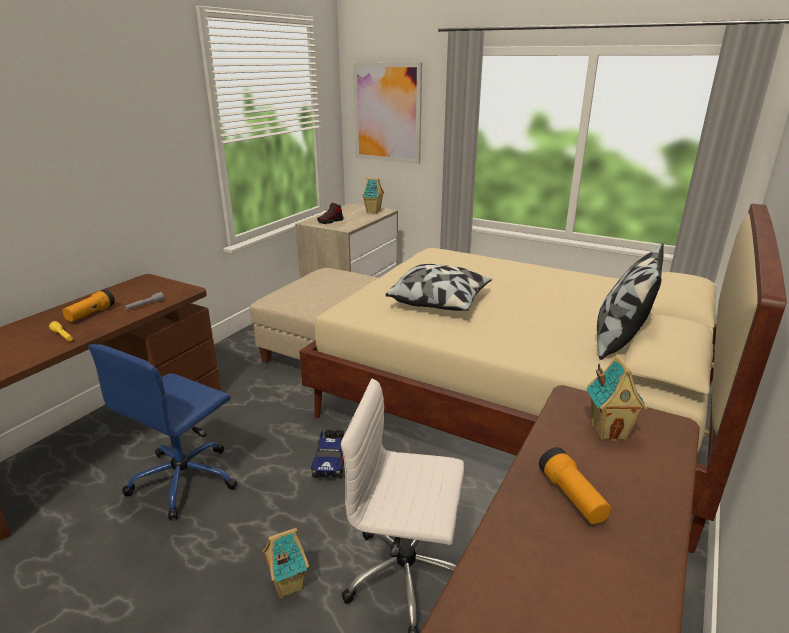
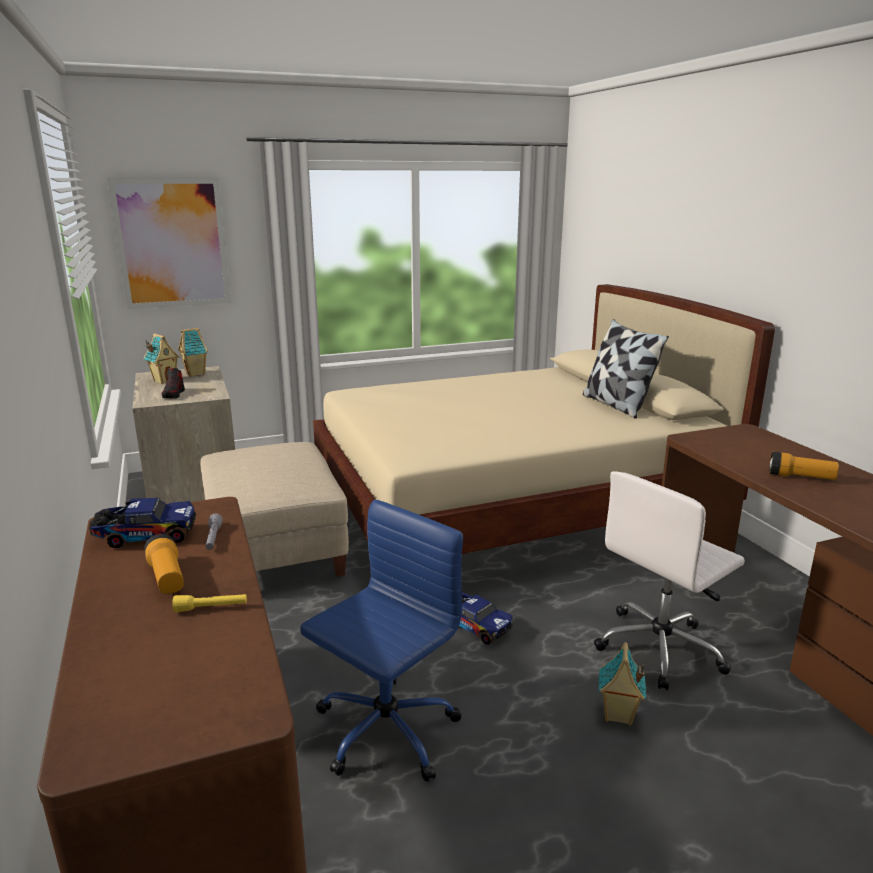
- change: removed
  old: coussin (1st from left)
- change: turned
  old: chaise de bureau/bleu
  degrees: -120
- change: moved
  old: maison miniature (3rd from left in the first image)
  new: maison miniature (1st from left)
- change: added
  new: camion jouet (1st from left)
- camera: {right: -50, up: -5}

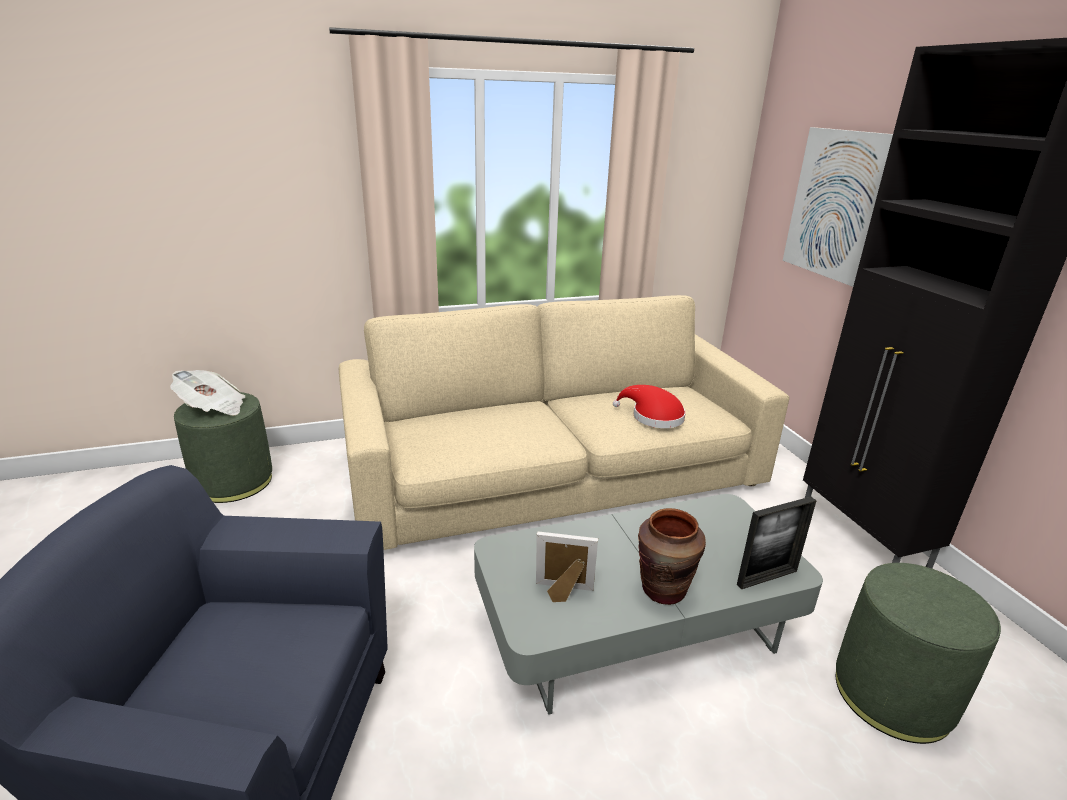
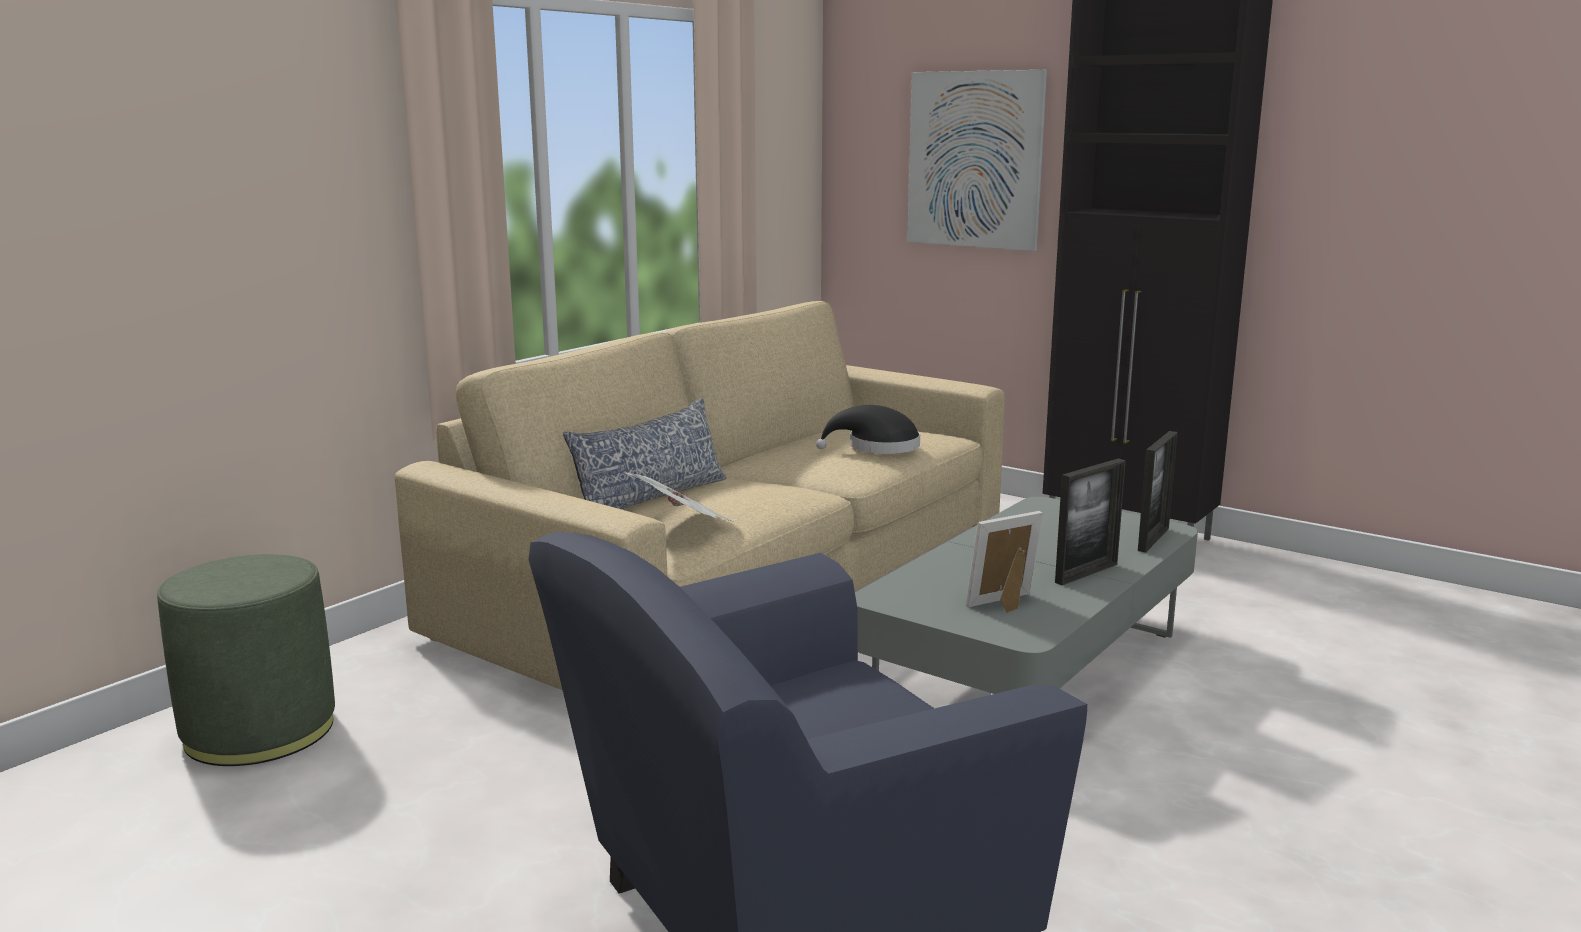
- change: moved
  old: journal
- change: recoloured
  old: chapeau/rouge
  new: chapeau/noir
- change: replaced
  old: vase/marron
  new: cadre photo (2nd from left)
- change: removed
  old: pouf/vert (2nd from left)
- change: added
  new: coussin
- camera: {right: -35, up: -10}

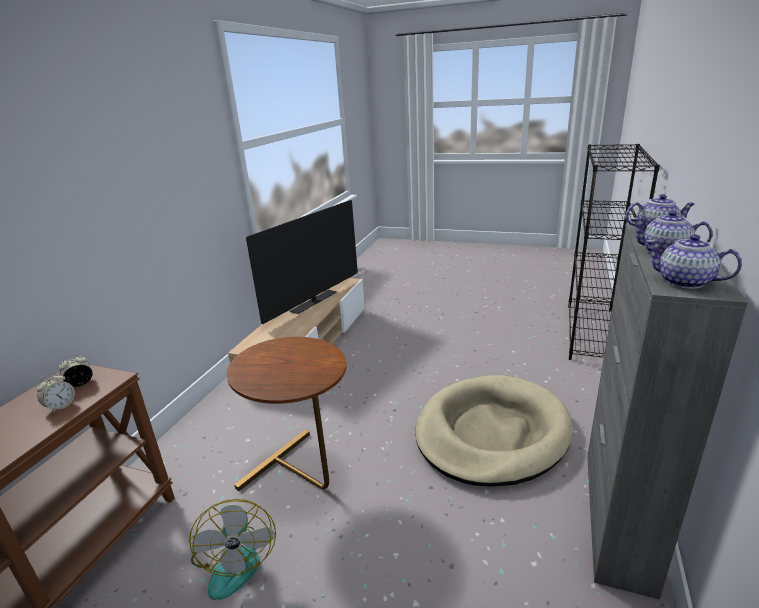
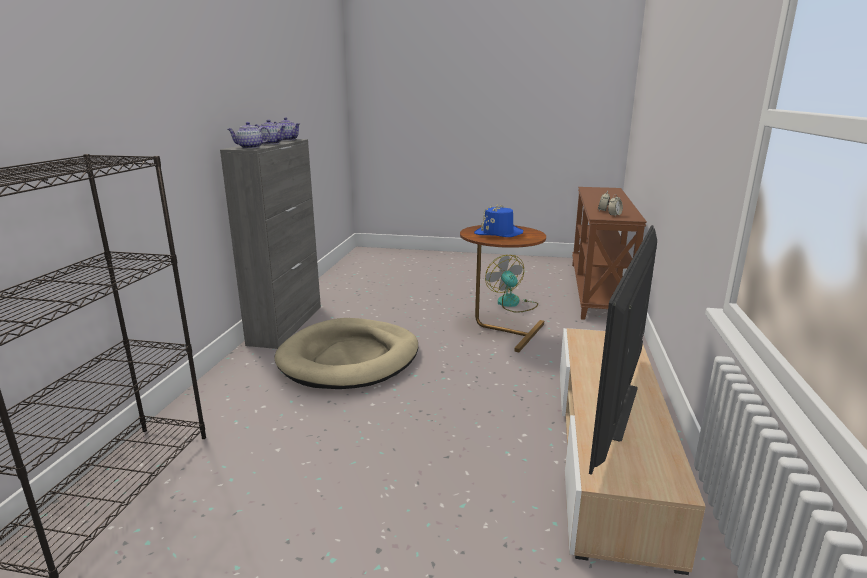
- change: added
  new: chapeau/bleu
- camera: {right: 170, up: -5}

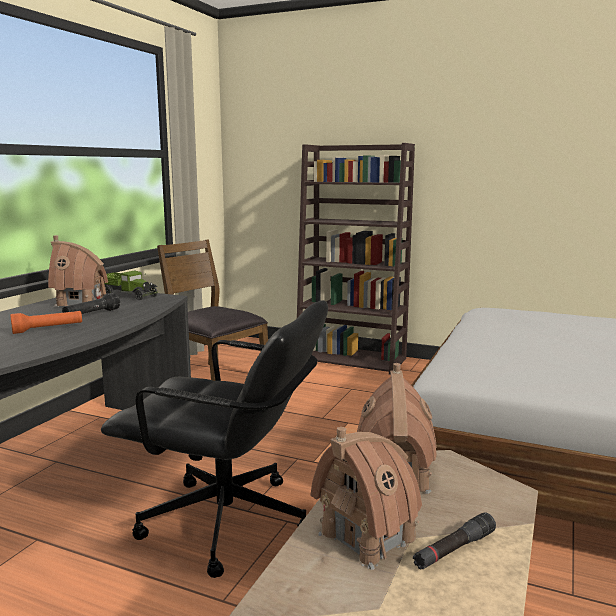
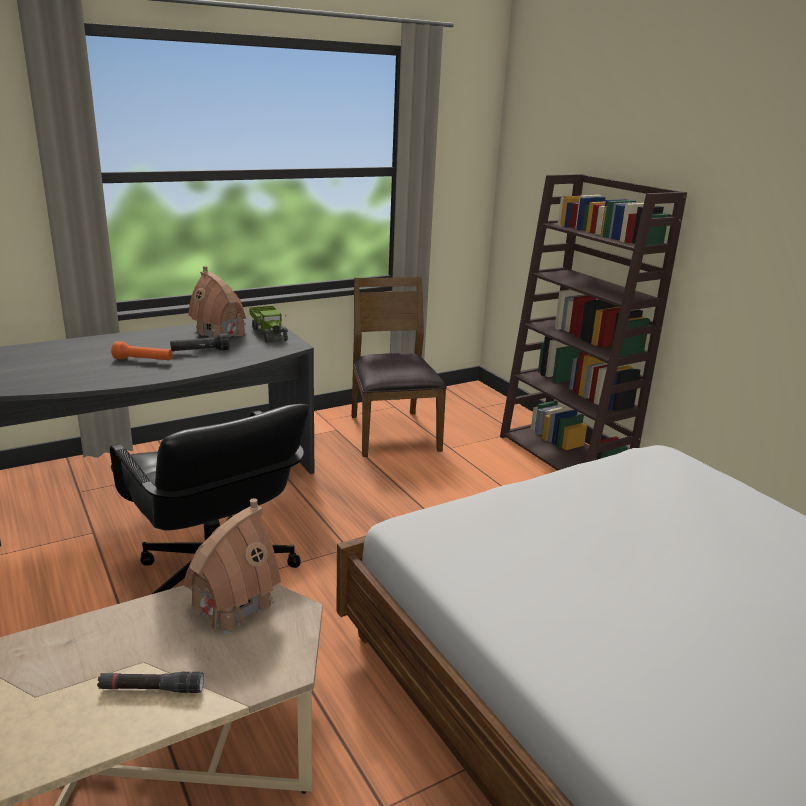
- change: removed
  old: maison miniature (2nd from left)
- camera: {right: 35, up: 10}

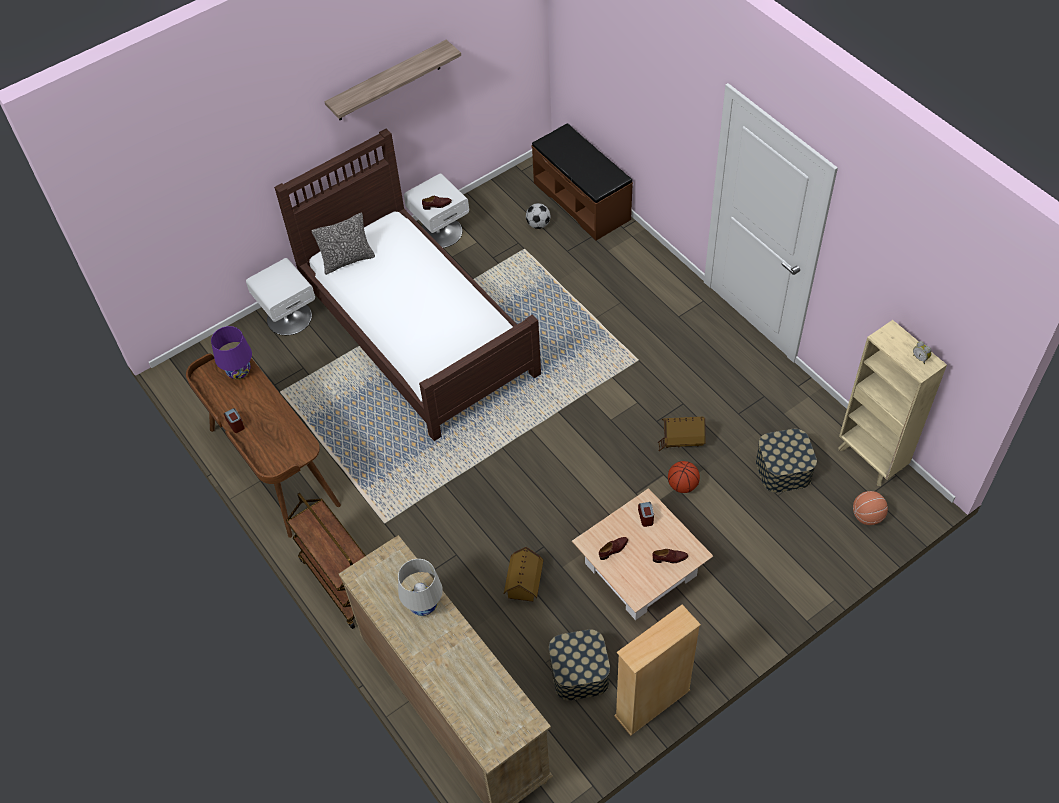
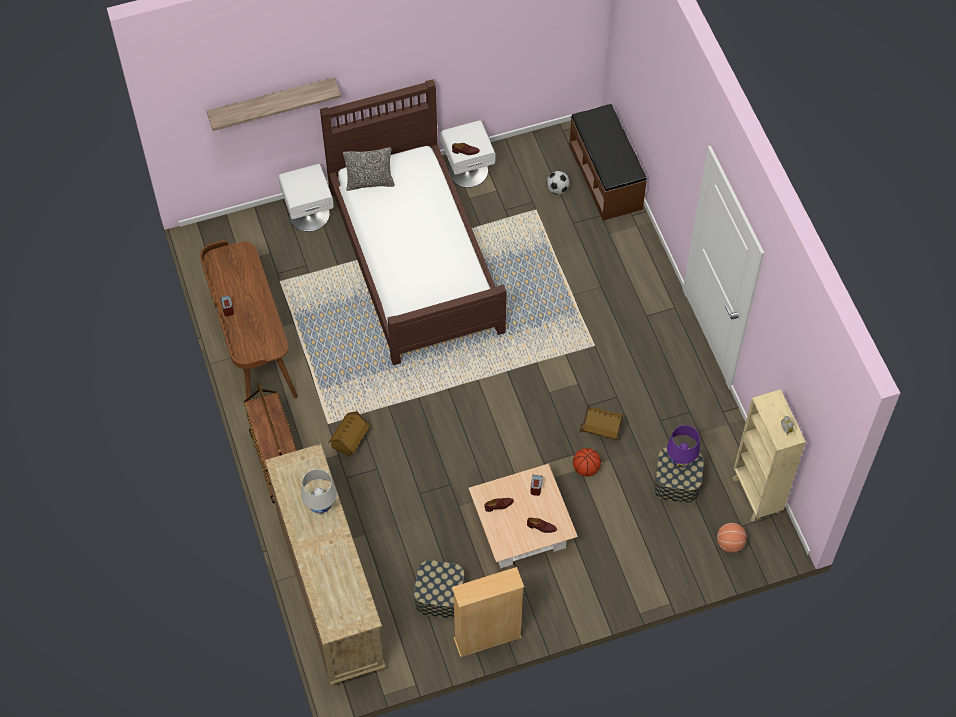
- change: moved
  old: étagère
- change: moved
  old: lampe de table/violet
- change: moved
  old: maison miniature (1st from left)
- camera: {right: 15, up: 5}

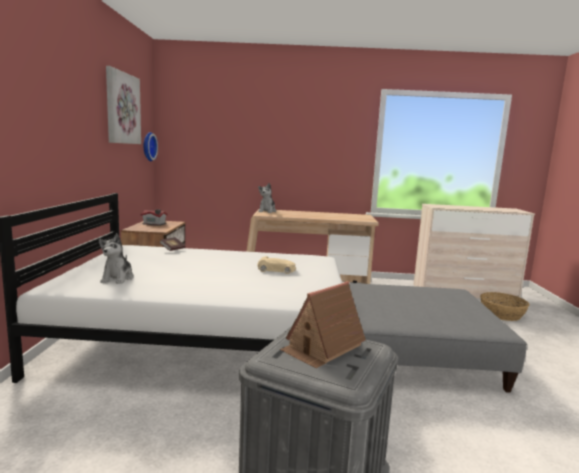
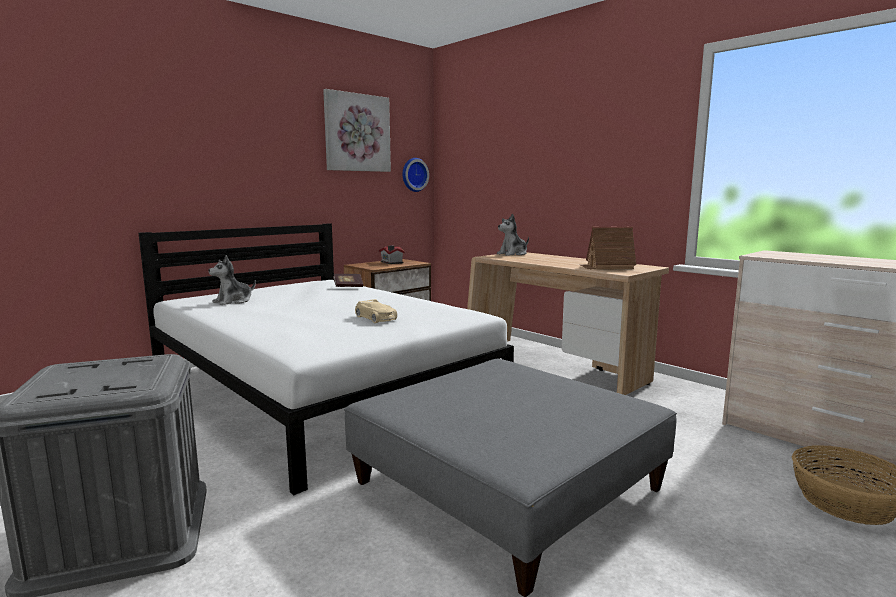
- change: moved
  old: maison miniature (2nd from left)
- camera: {right: 45, up: 0}

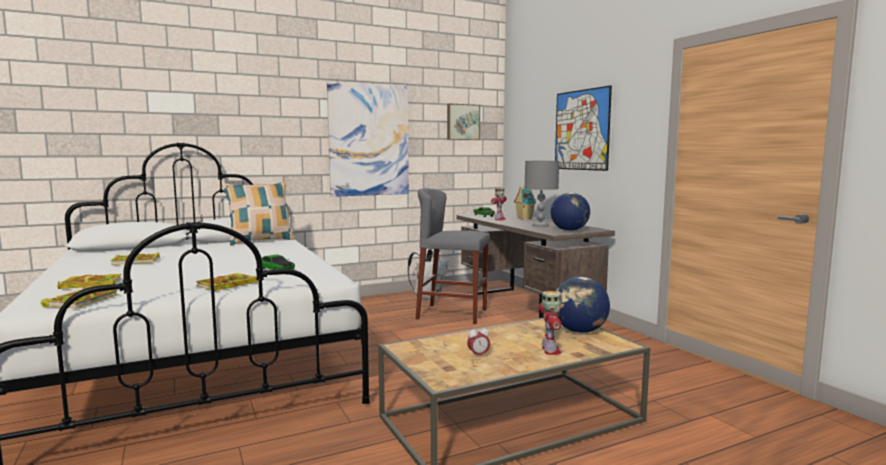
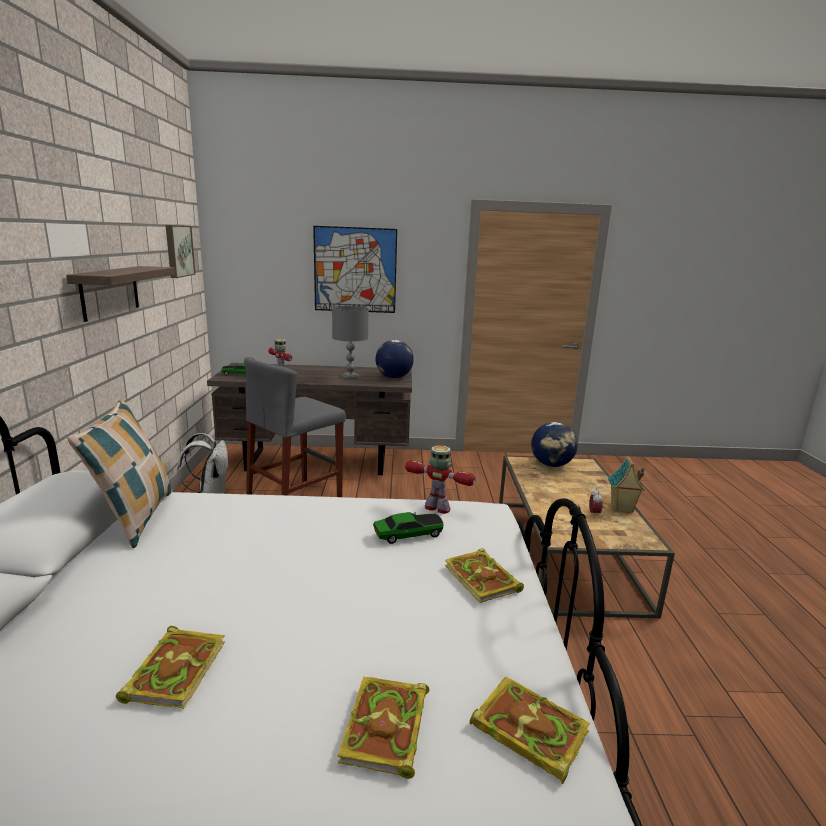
- change: replaced
  old: tableau (1st from left)
  new: étagère
- change: moved
  old: maison miniature
- change: moved
  old: robot jouet (2nd from left)
- camera: {right: -65, up: 10}

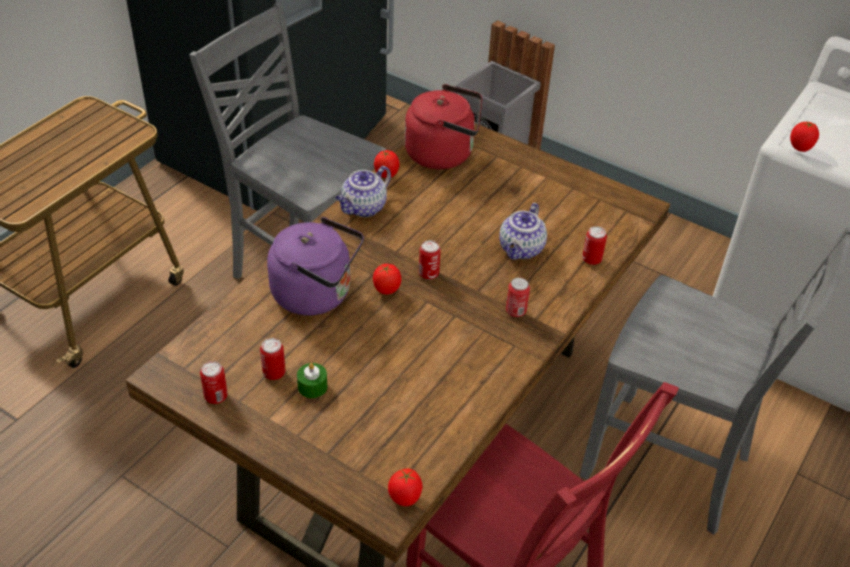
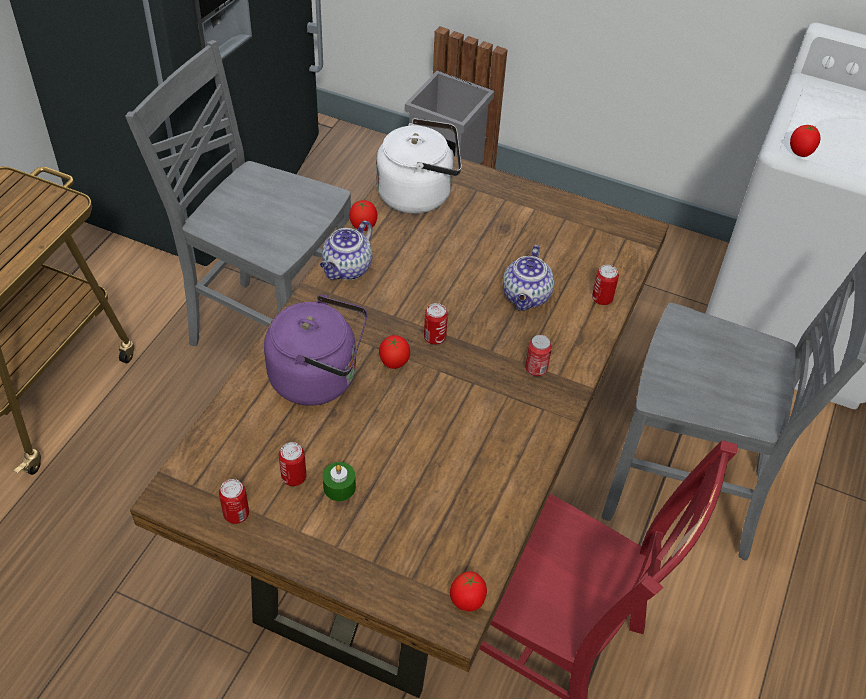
- change: recoloured
  old: bouilloire/rouge
  new: bouilloire/blanc
- camera: {right: -10, up: 5}

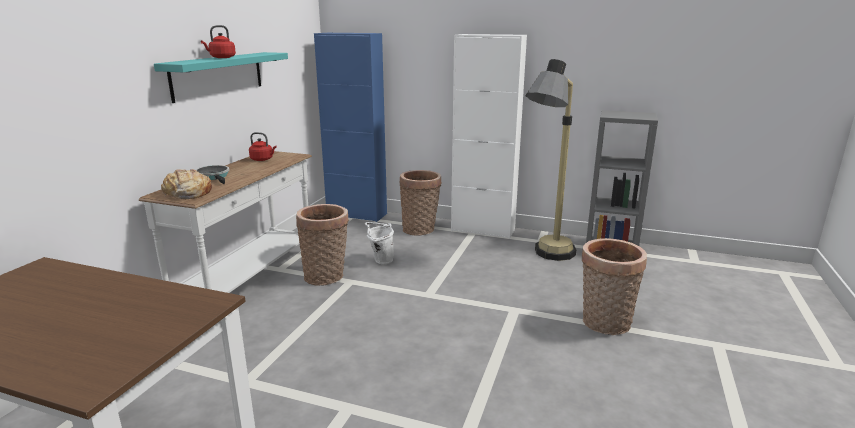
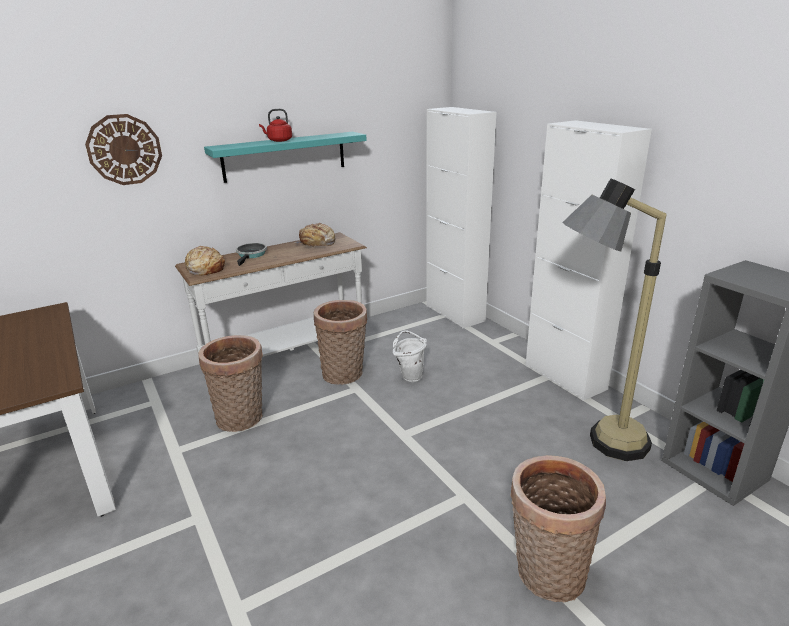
- change: recoloured
  old: meuble de rangement/bleu
  new: meuble de rangement/blanc (1st from left)
- change: replaced
  old: bouilloire/rouge (2nd from left)
  new: pain (2nd from left)
- change: moved
  old: panier (2nd from left in the first image)
  new: panier (1st from left)
- change: added
  new: horloge murale
- camera: {right: 40, up: 5}

